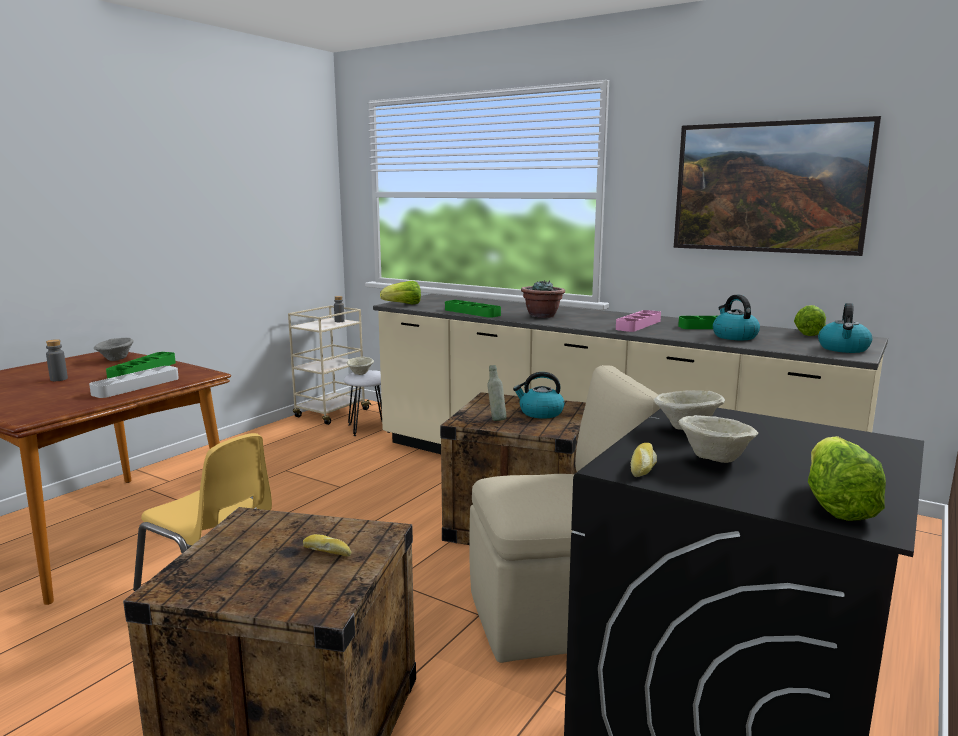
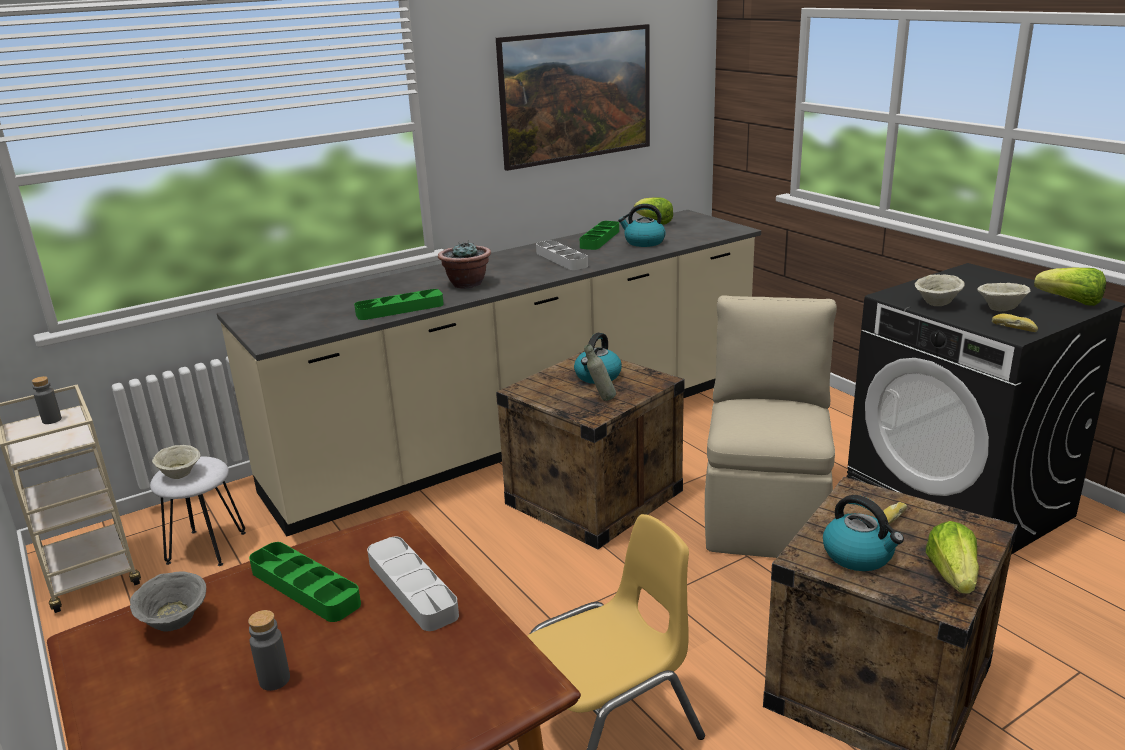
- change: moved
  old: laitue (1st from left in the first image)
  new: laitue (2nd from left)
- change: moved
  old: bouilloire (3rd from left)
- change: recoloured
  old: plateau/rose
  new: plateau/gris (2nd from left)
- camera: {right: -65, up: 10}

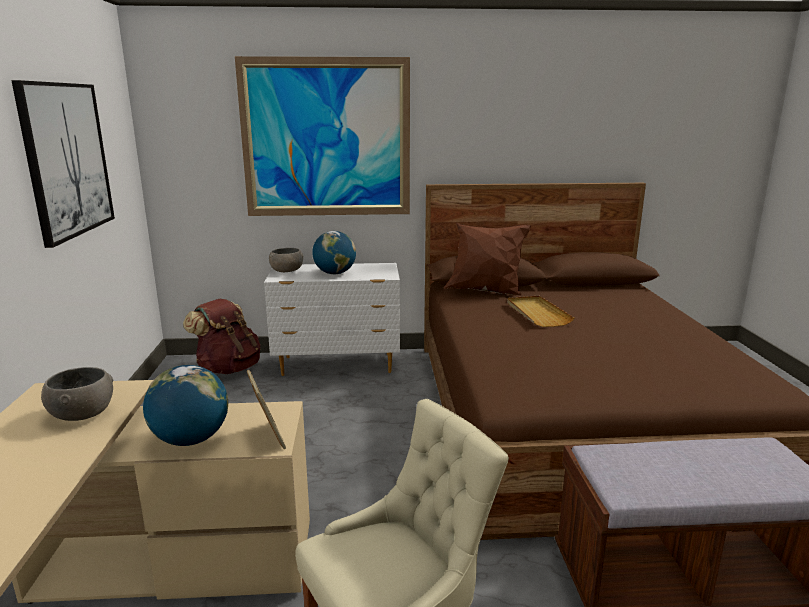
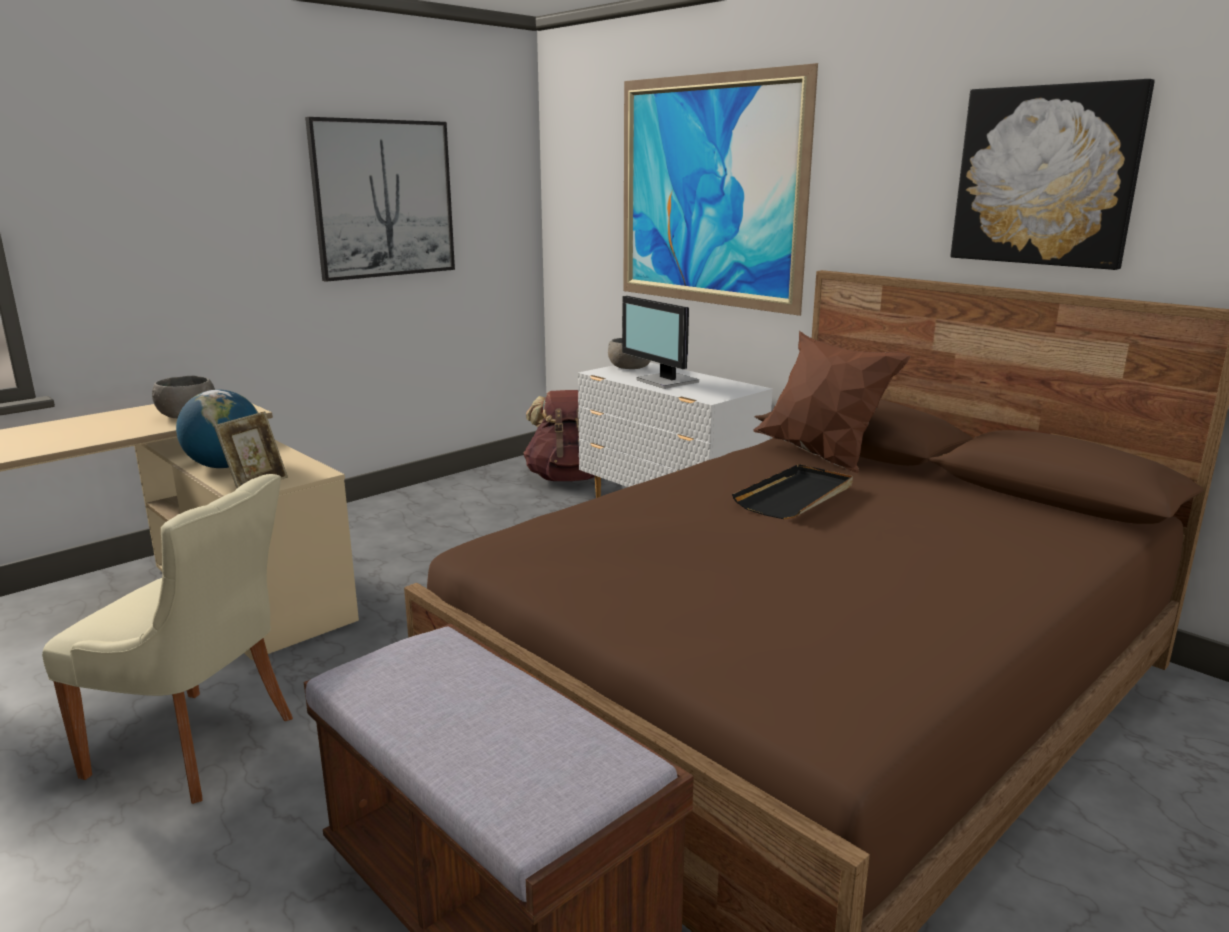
- change: replaced
  old: globe (2nd from left)
  new: écran d'ordinateur
- change: recoloured
  old: plateau/beige
  new: plateau/noir
- change: added
  new: tableau (3rd from left)
- camera: {right: 50, up: 0}

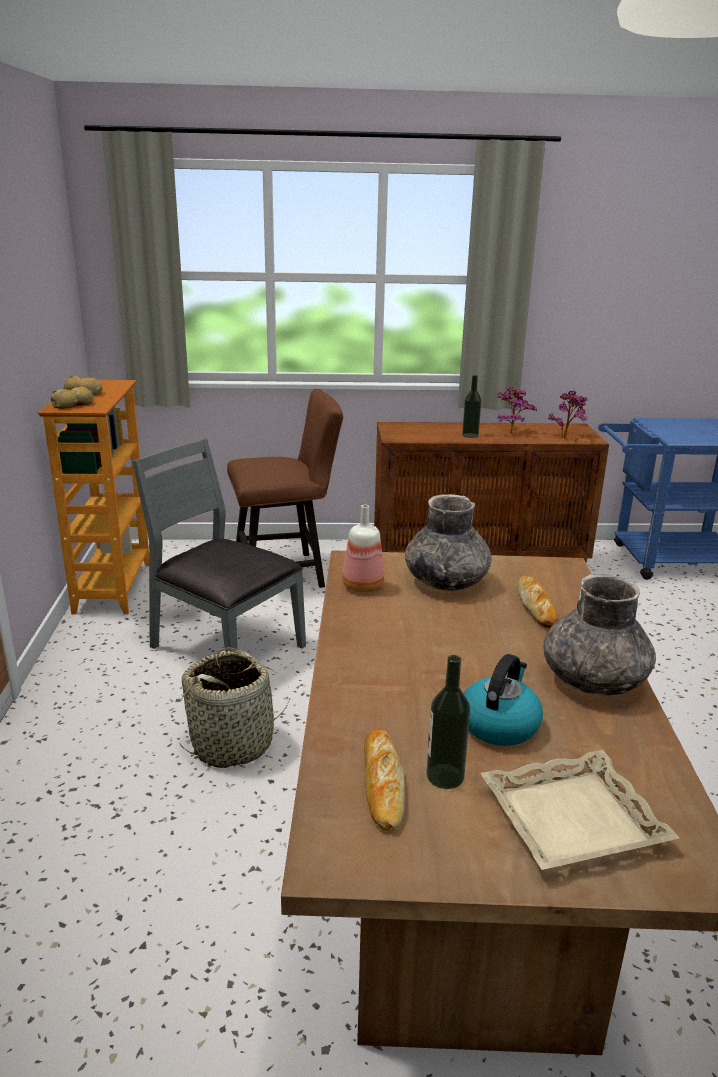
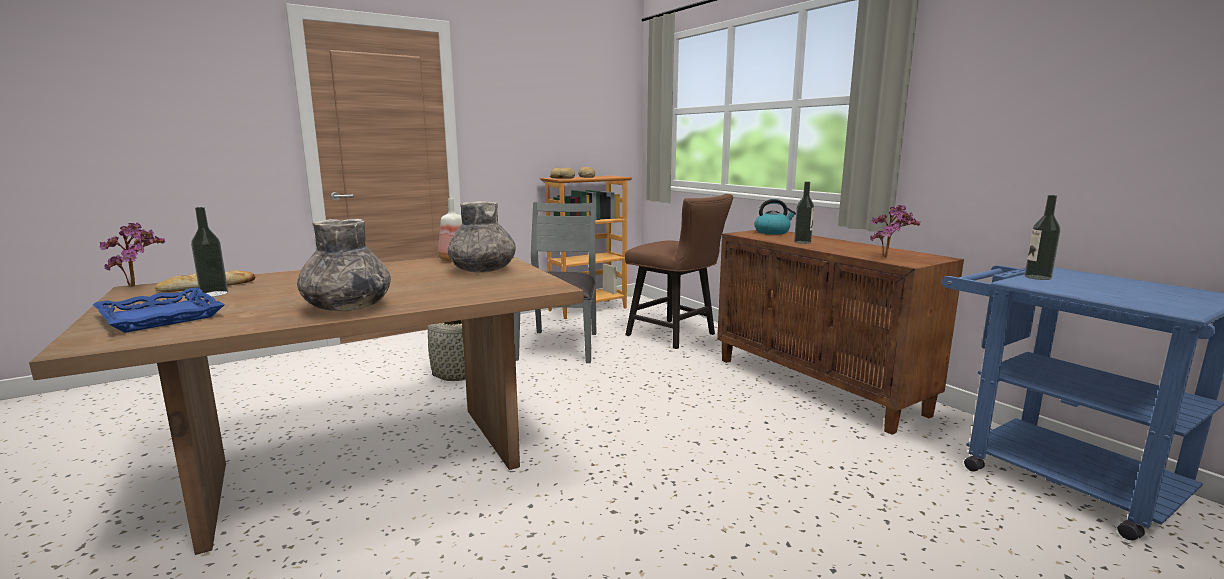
- change: moved
  old: plante en pot (1st from left)
- change: removed
  old: pain (4th from left)
- change: moved
  old: bouilloire
- change: recoloured
  old: plateau/beige
  new: plateau/bleu
- change: added
  new: bouteille (4th from left)
- camera: {right: 60, up: -10}

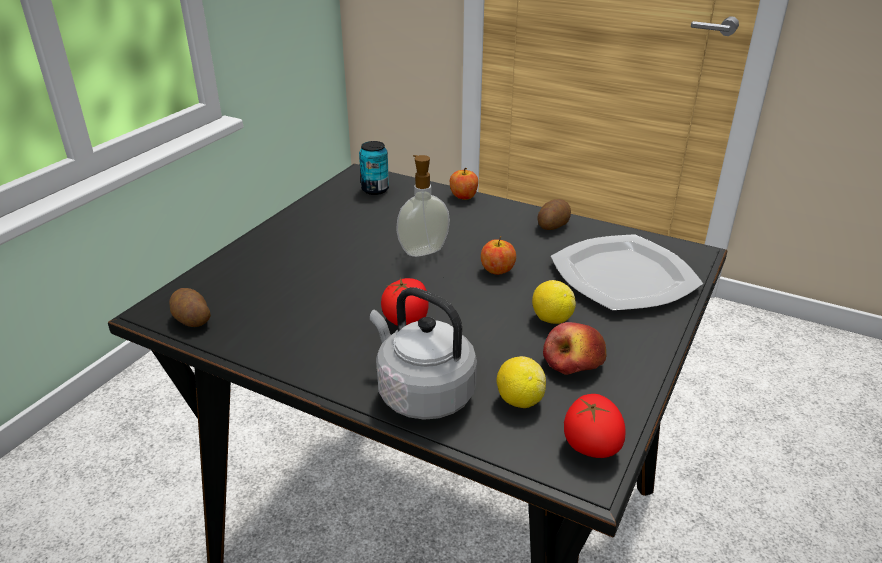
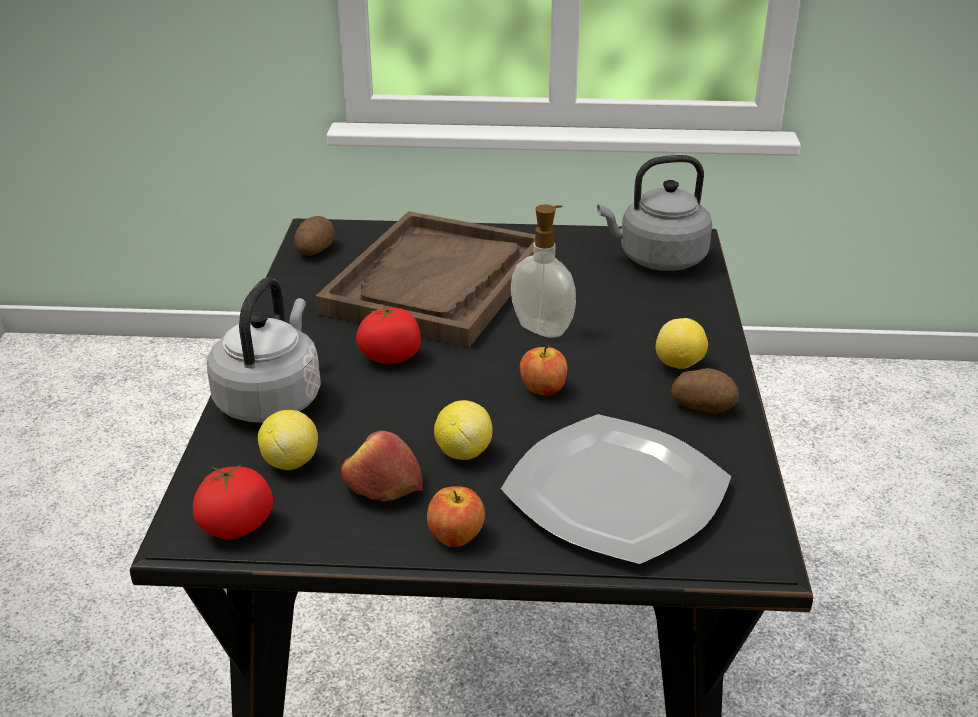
- change: replaced
  old: boîte métallique
  new: bouilloire/gris (2nd from left)
- change: moved
  old: pomme (1st from left in the first image)
  new: pomme (2nd from left)
- change: added
  new: plateau/marron
- change: added
  new: citron (3rd from left)
- camera: {right: 65, up: 0}

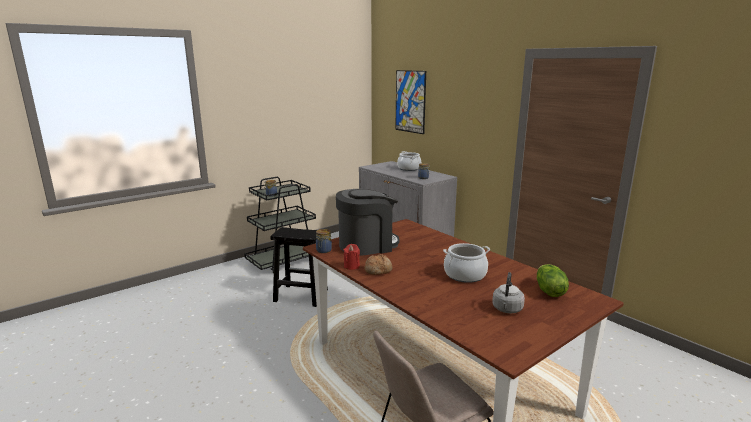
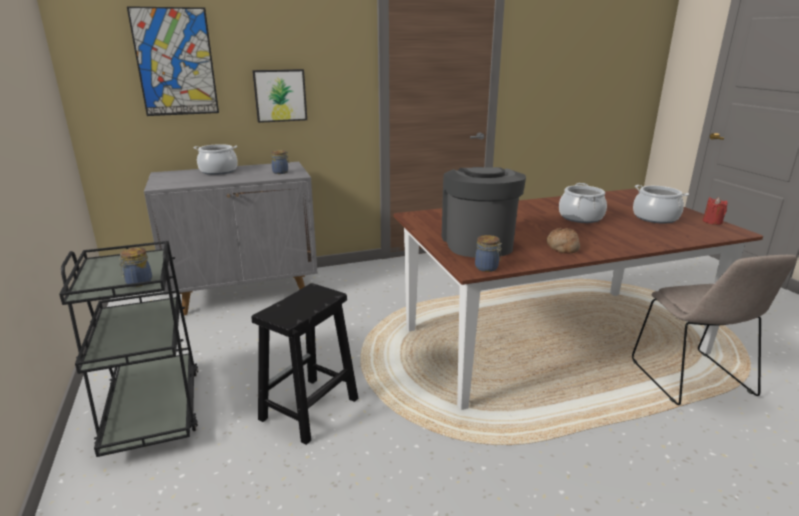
- change: moved
  old: bougie/rouge
- change: removed
  old: laitue
- change: replaced
  old: bouilloire/gris
  new: marmite (3rd from left)
- change: added
  new: tableau (2nd from left)
- camera: {right: -70, up: 5}

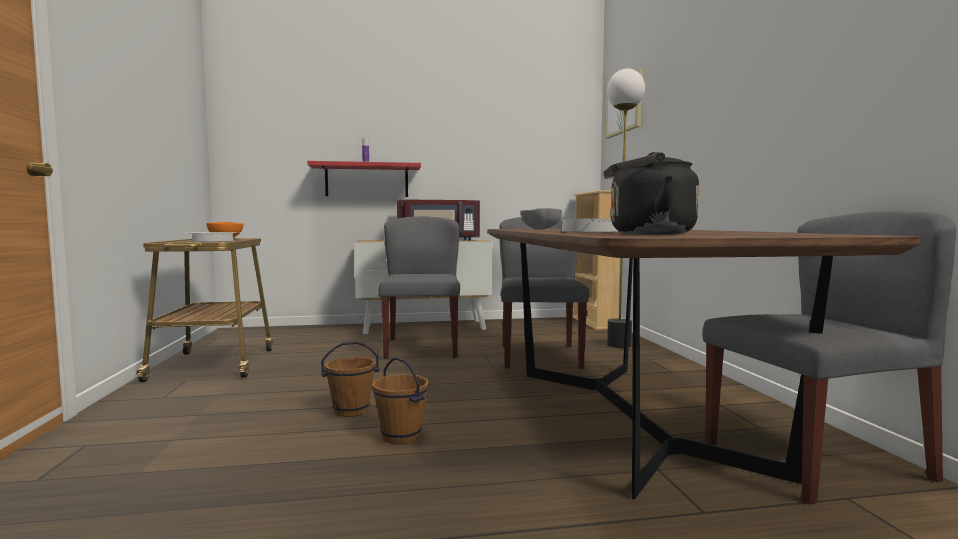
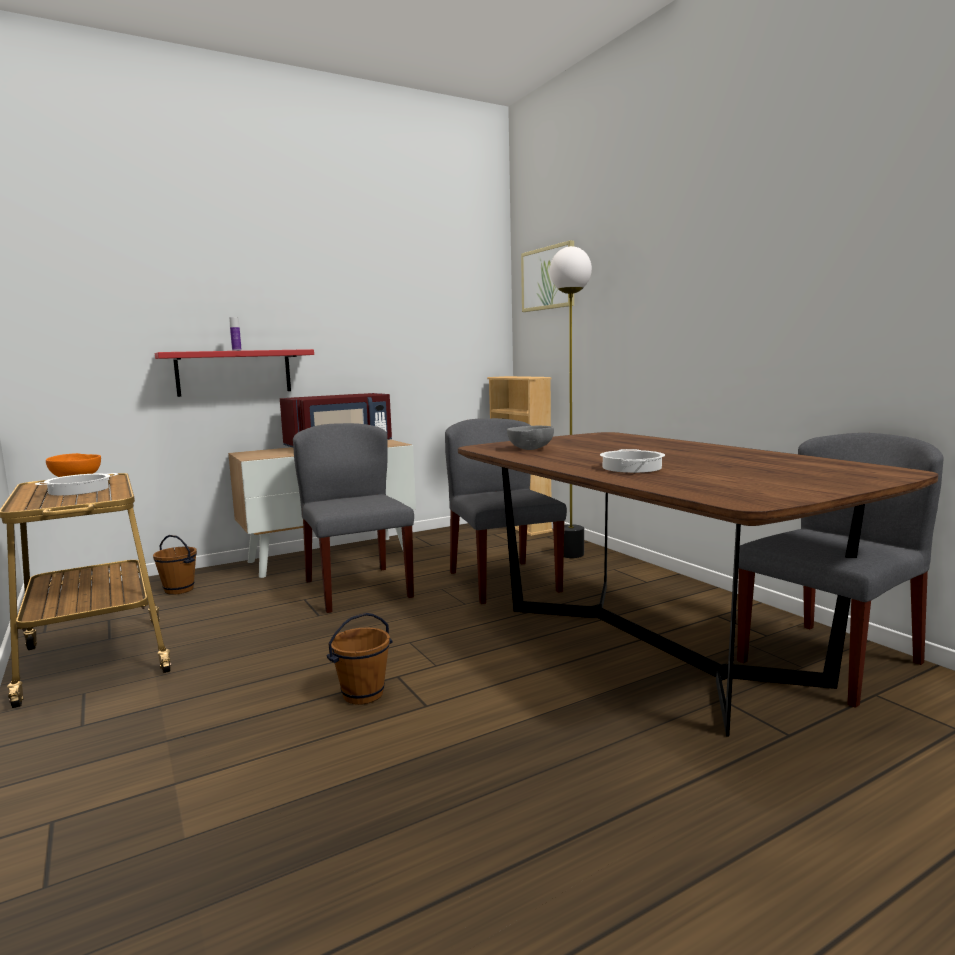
- change: removed
  old: bouilloire/noir
- change: moved
  old: seau/marron (2nd from left in the first image)
  new: seau/marron (1st from left)
- camera: {right: -20, up: 5}

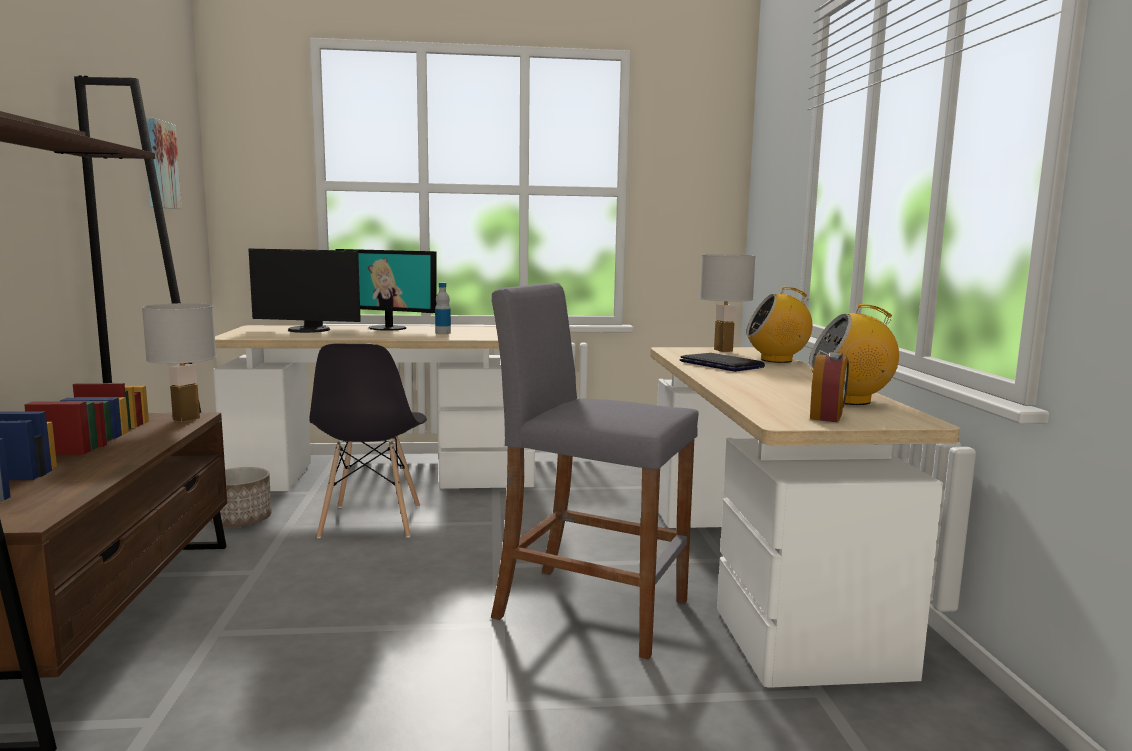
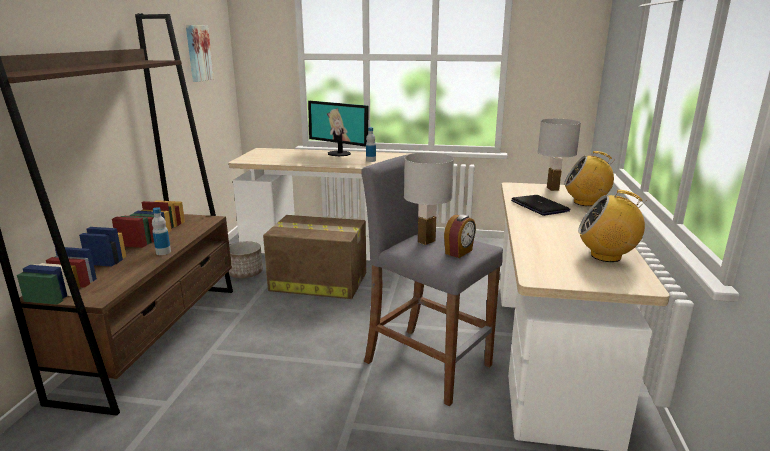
- change: removed
  old: écran d'ordinateur (1st from left)
- change: moved
  old: lampe de table/blanc (1st from left)
- change: replaced
  old: chaise/gris
  new: carton
- change: moved
  old: réveil
- change: added
  new: bouteille (1st from left)
- camera: {right: 15, up: 10}

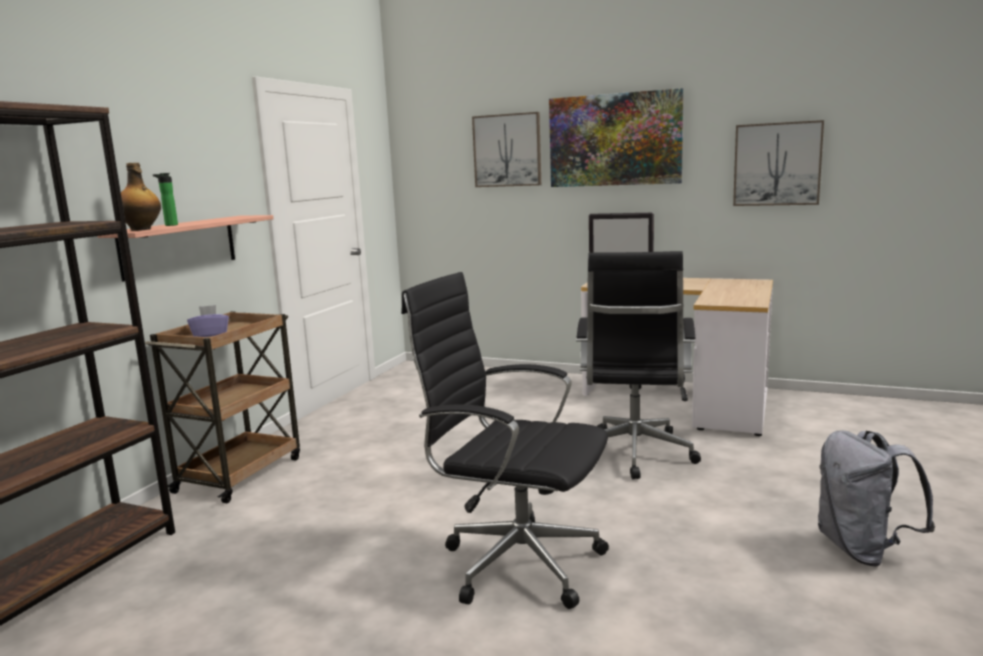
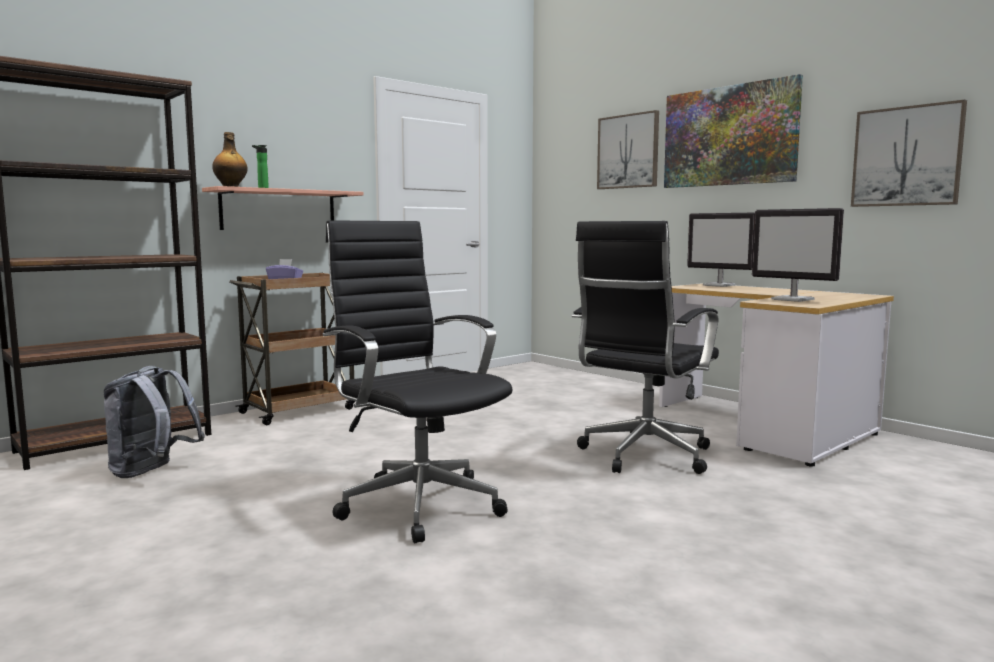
- change: moved
  old: sac à dos/gris
- change: added
  new: écran d'ordinateur (2nd from left)
- camera: {right: 25, up: -5}

